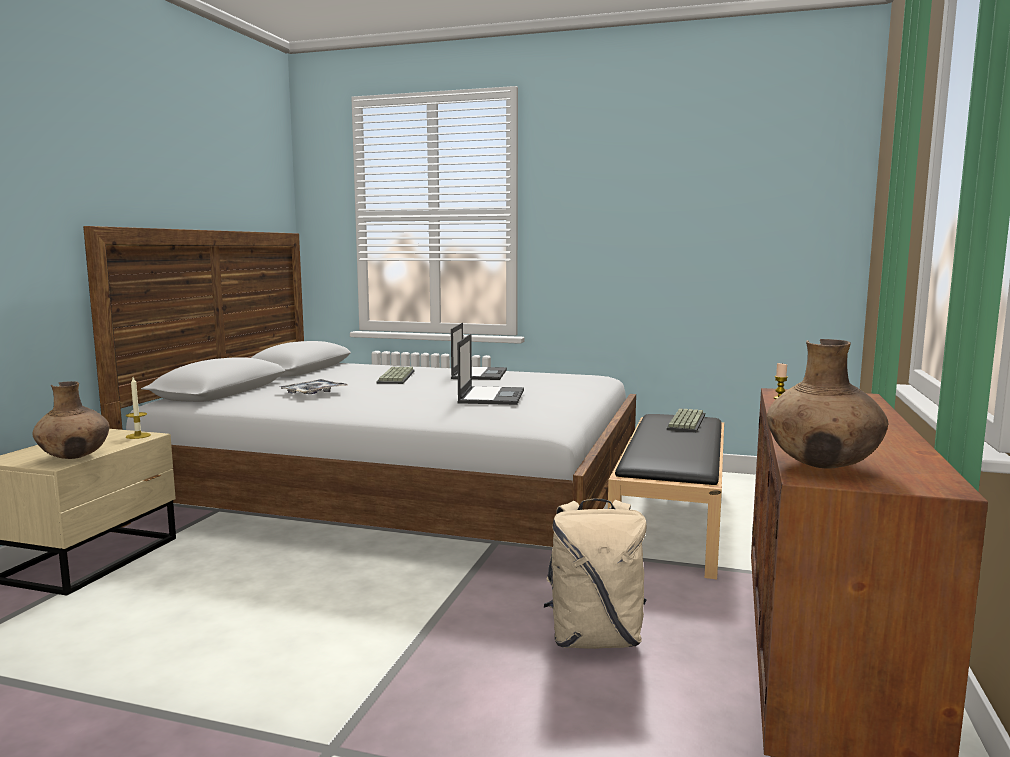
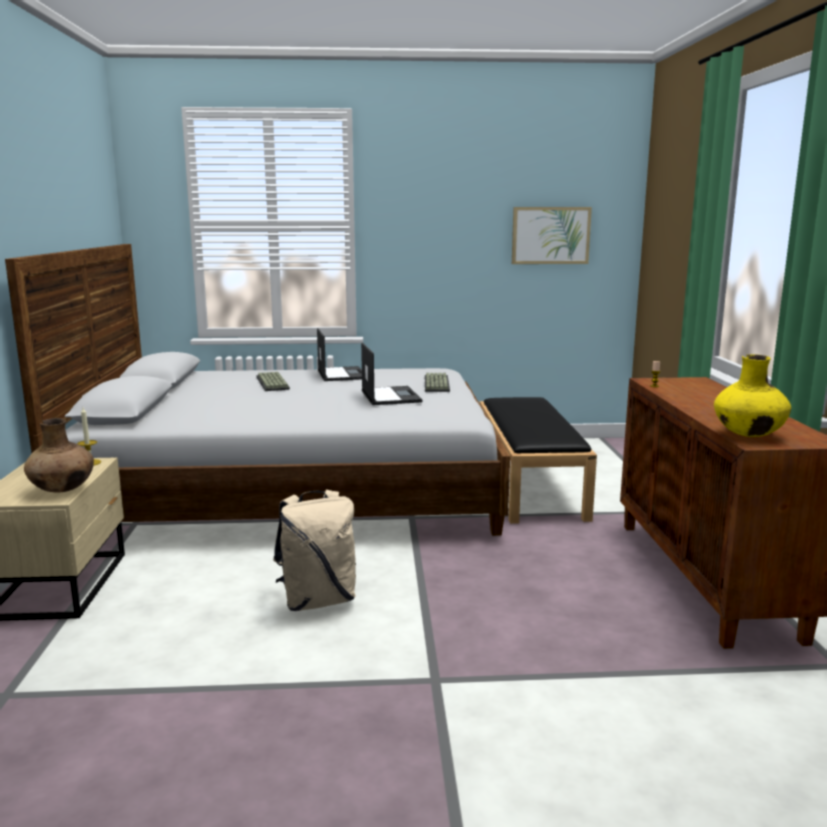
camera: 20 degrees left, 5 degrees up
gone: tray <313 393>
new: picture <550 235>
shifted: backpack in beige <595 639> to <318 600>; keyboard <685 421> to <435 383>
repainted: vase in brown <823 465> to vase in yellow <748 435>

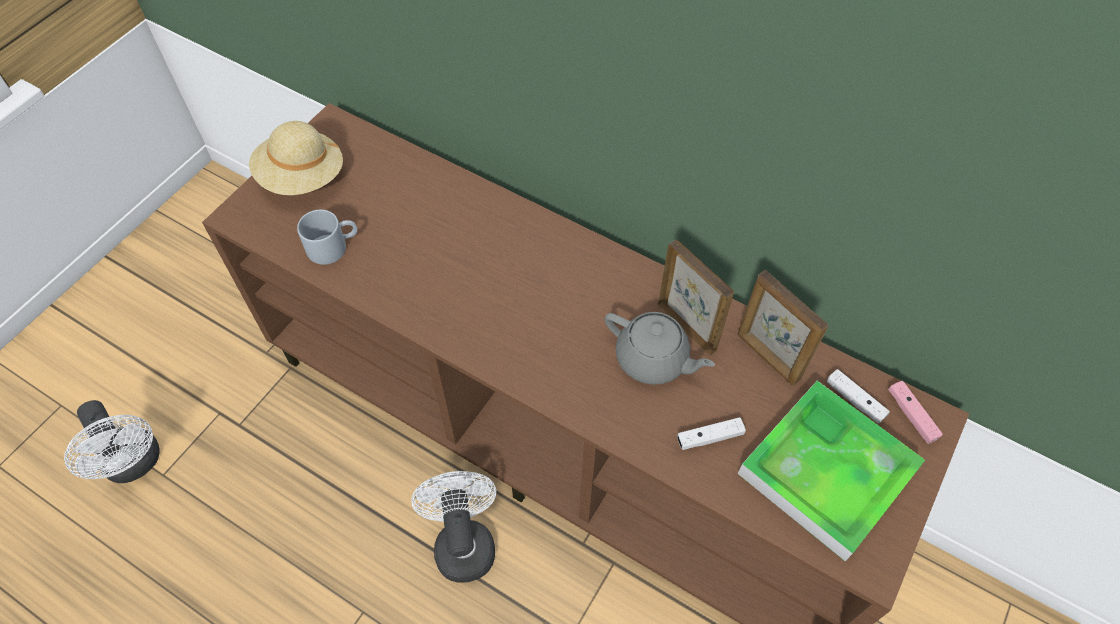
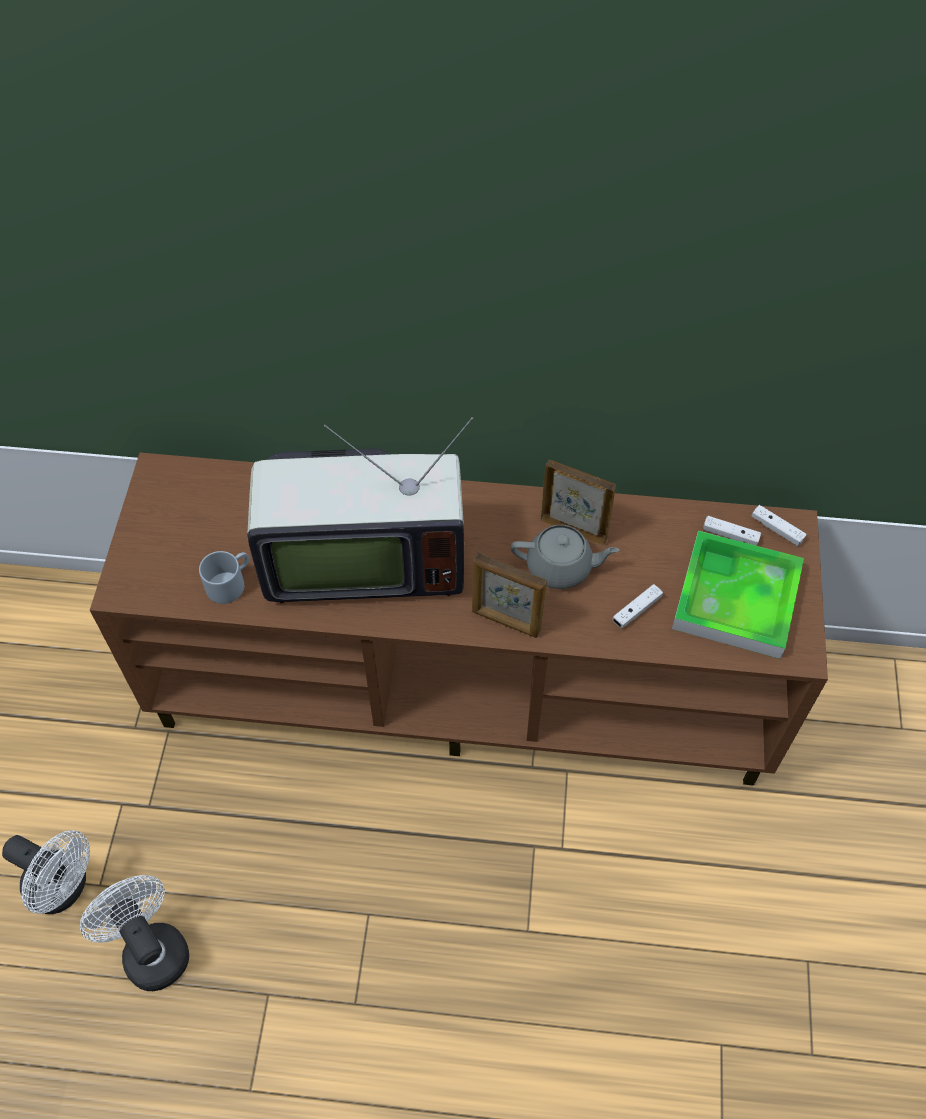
camera: 25 degrees left, 0 degrees up
gone: hat in beige <302 177>
new: television <361 559>
shifted: fan in white <463 541> to <151 948>; picture frame <767 357> to <505 621>
repainted: game controller in pink <911 415> to game controller in white <776 529>

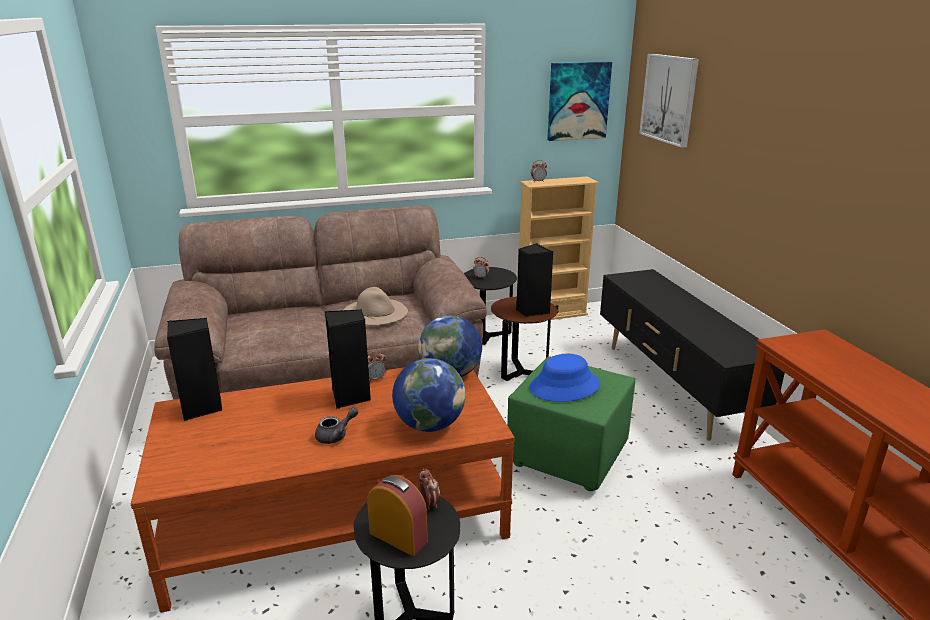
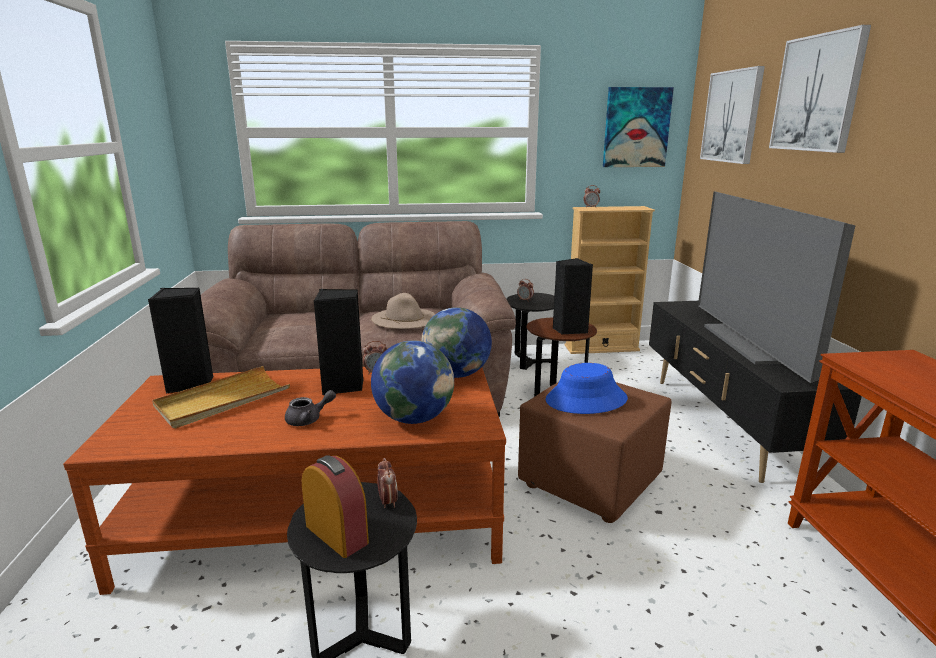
camera: 10 degrees right, 5 degrees down
new: tray in beige <222 400>; television <753 343>; picture <817 93>
repainted: ottoman in green <569 455> to ottoman in brown <591 482>

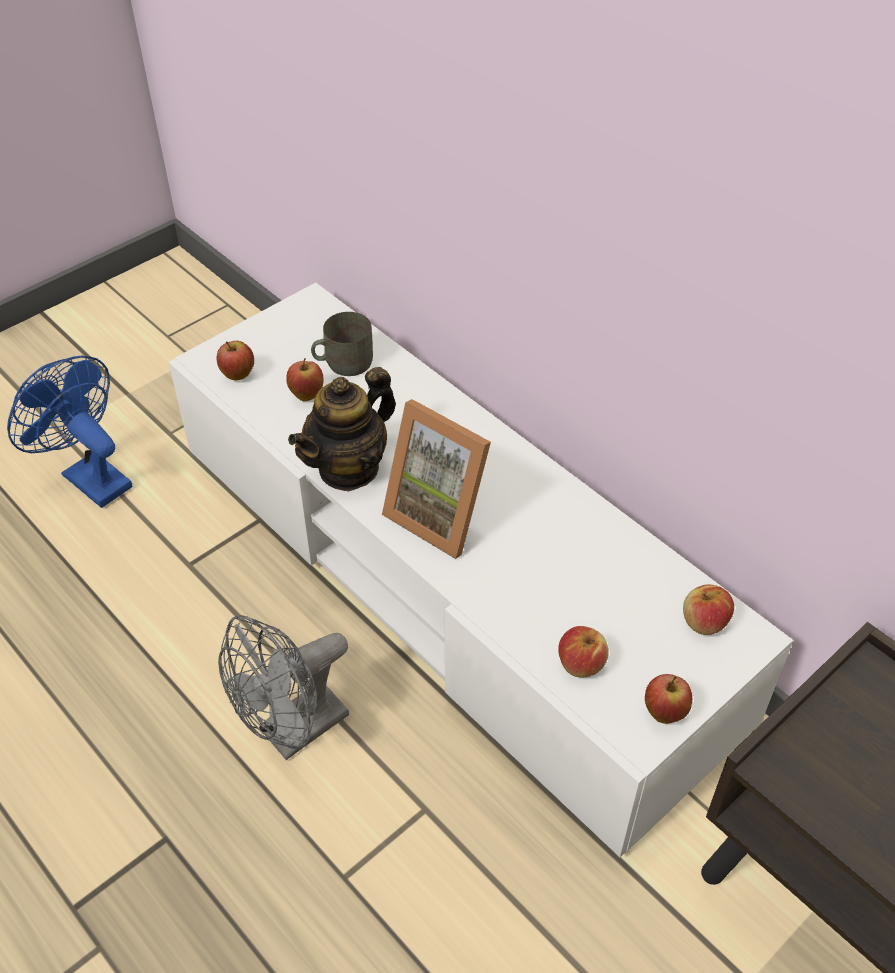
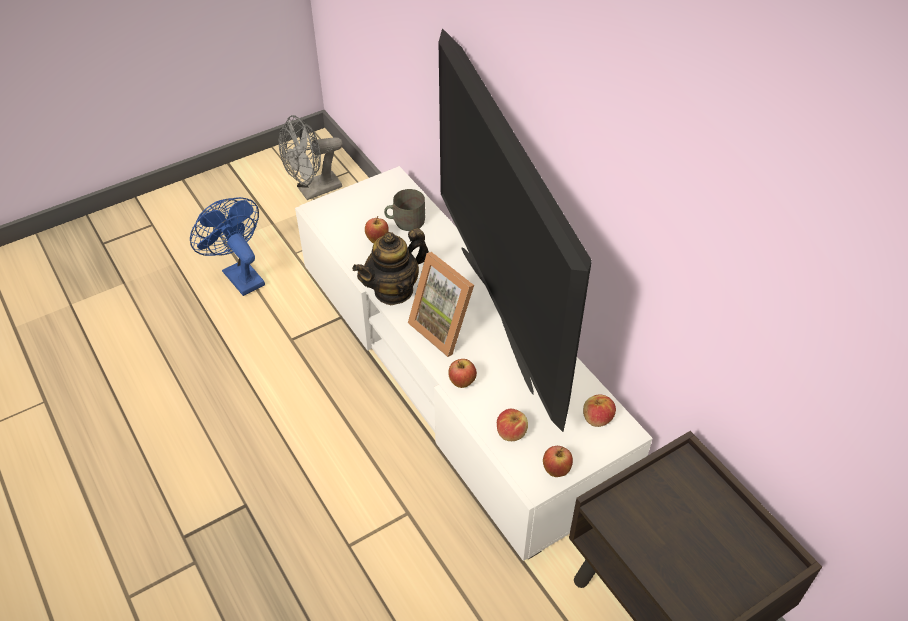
camera: 10 degrees right, 0 degrees up
new: television <498 315>
shifted: fan in grey <293 732> to <313 191>; apple <238 375> to <462 383>

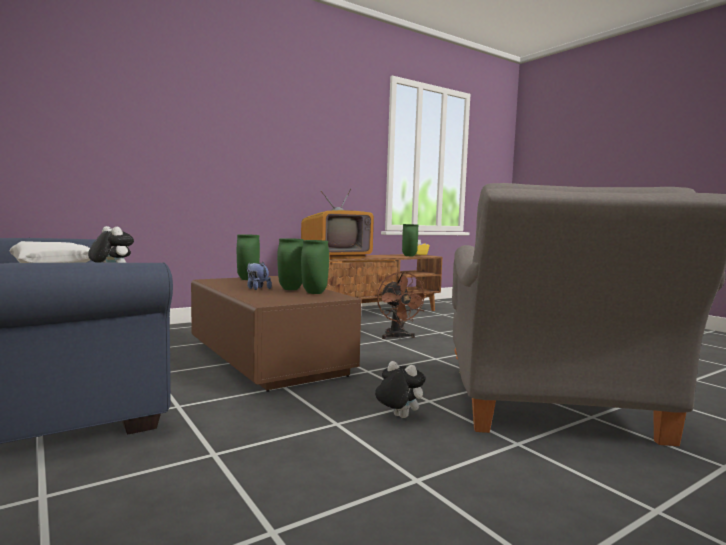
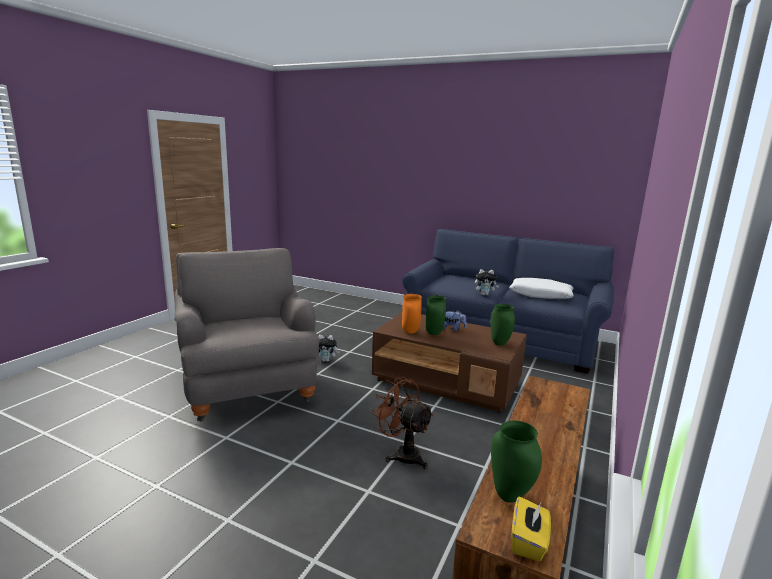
camera: 150 degrees right, 10 degrees up
gone: television <336 257>
repainted: vase in green <315 293> to vase in orange <410 332>

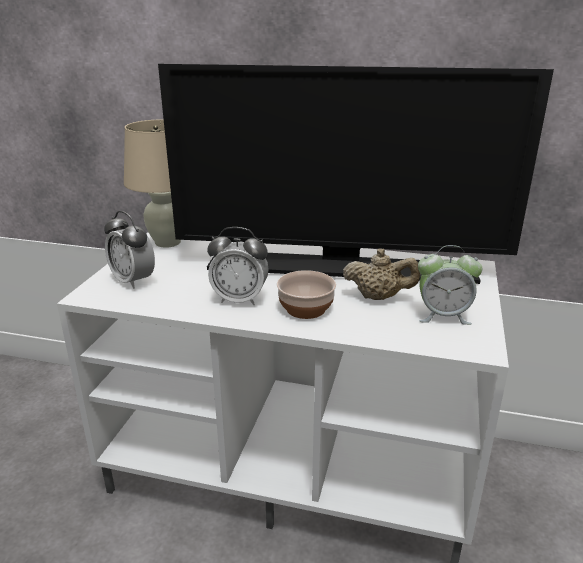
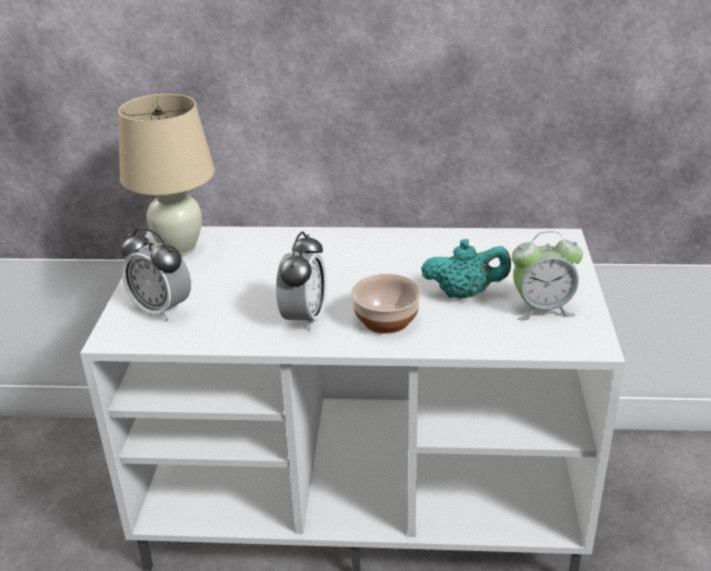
camera: 10 degrees left, 5 degrees up
gone: television <342 267>
repainted: teapot in beige <379 297> to teapot in turquoise <464 294>
rotated: alarm clock <240 299> = <304 318> 75 degrees counterclockwise

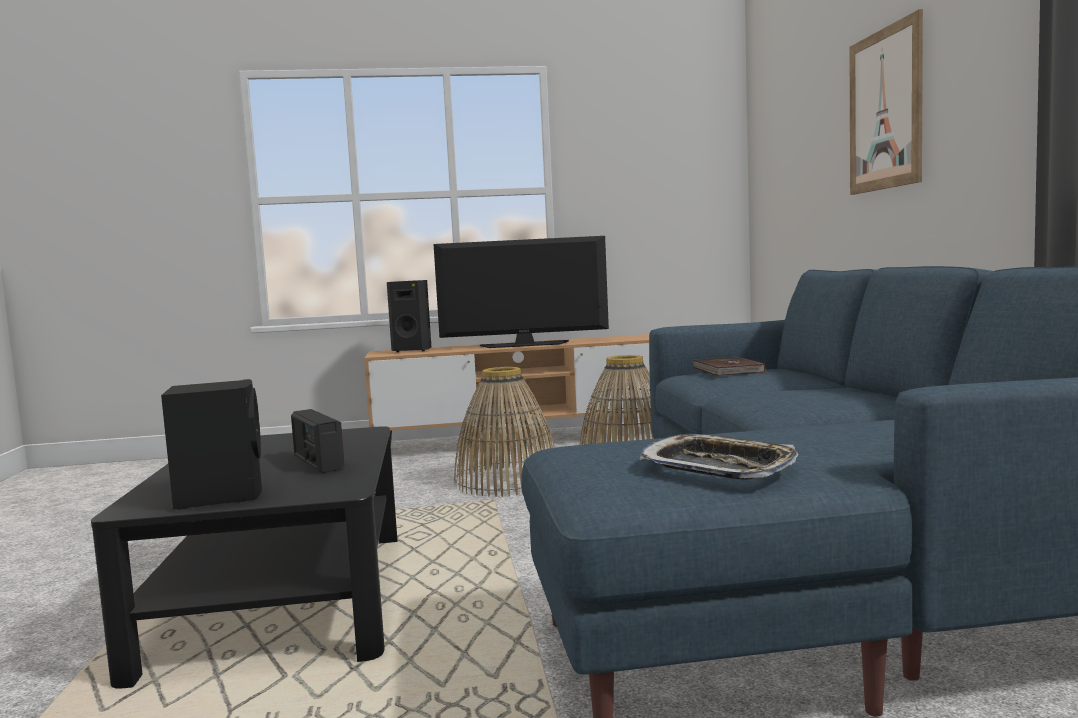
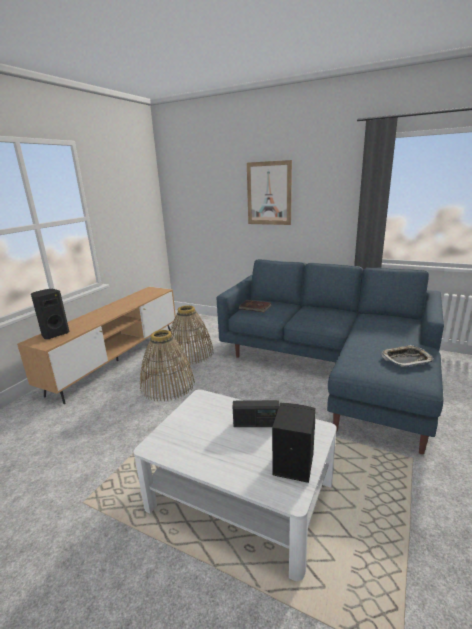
camera: 55 degrees left, 15 degrees up
gone: television <524 345>
repainted: coffee table in black <283 599> to coffee table in white <241 495>

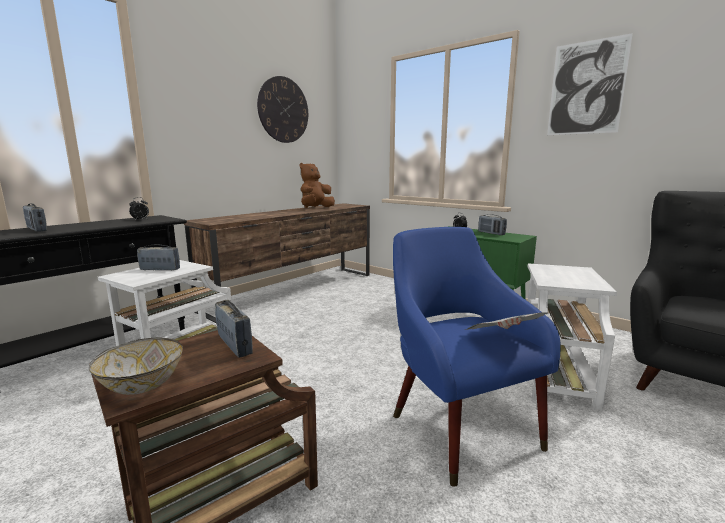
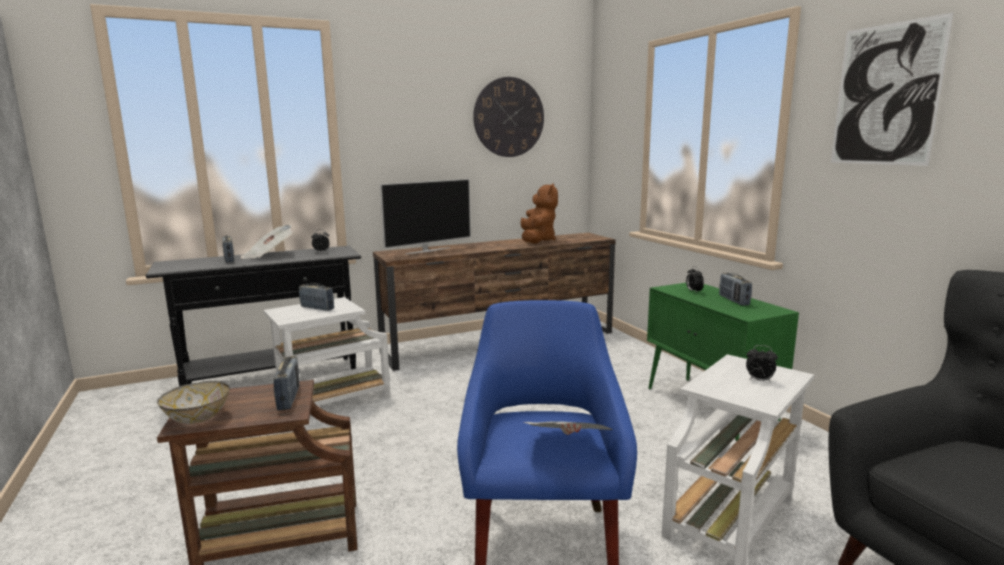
camera: 25 degrees right, 0 degrees up
new: newspaper <268 255>; television <427 250>; alarm clock <759 380>
rotated: plush toy in brown <316 208> = <537 240> 120 degrees clockwise

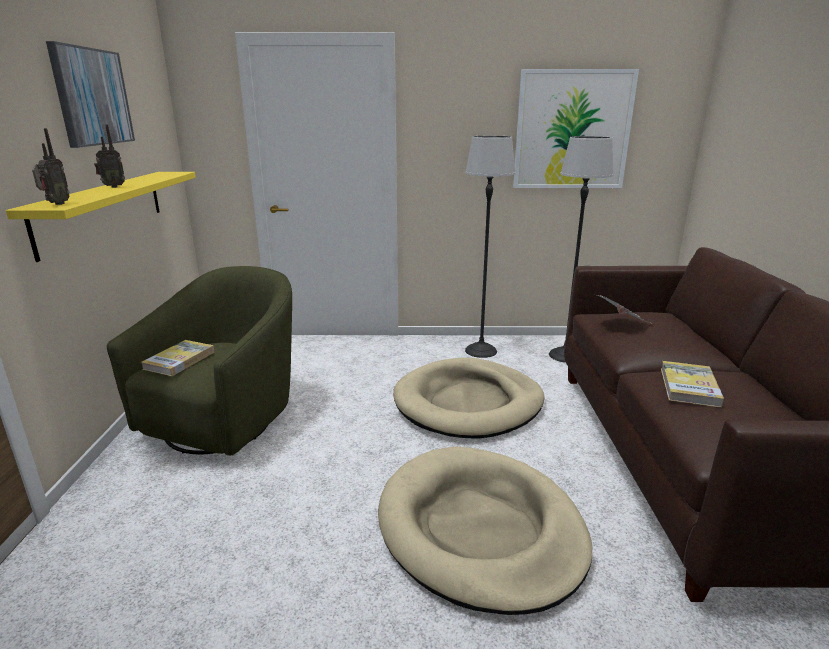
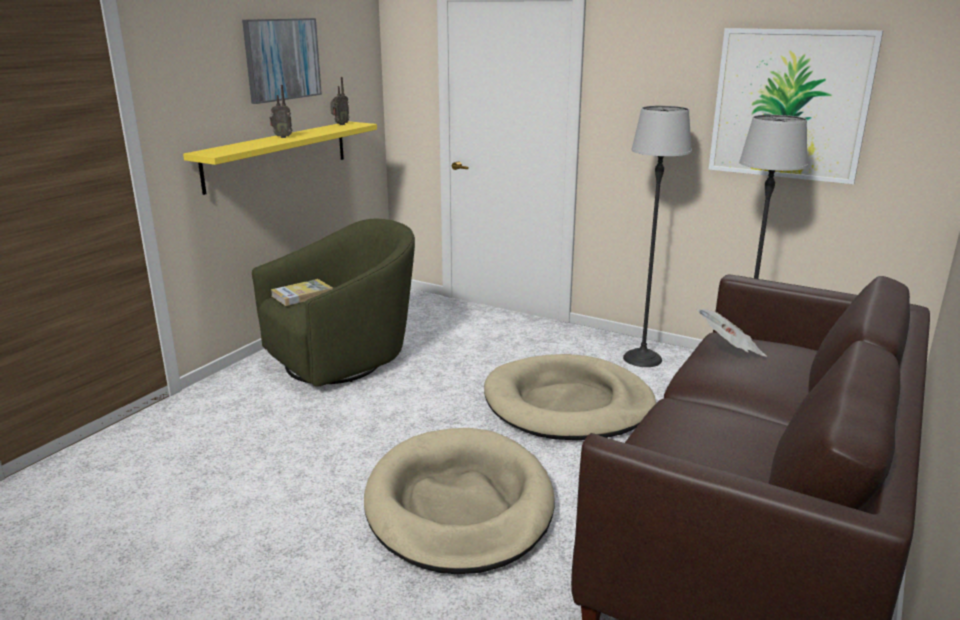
camera: 30 degrees right, 0 degrees up
gone: book <689 386>
shifted: radio <55 204> to <340 124>

